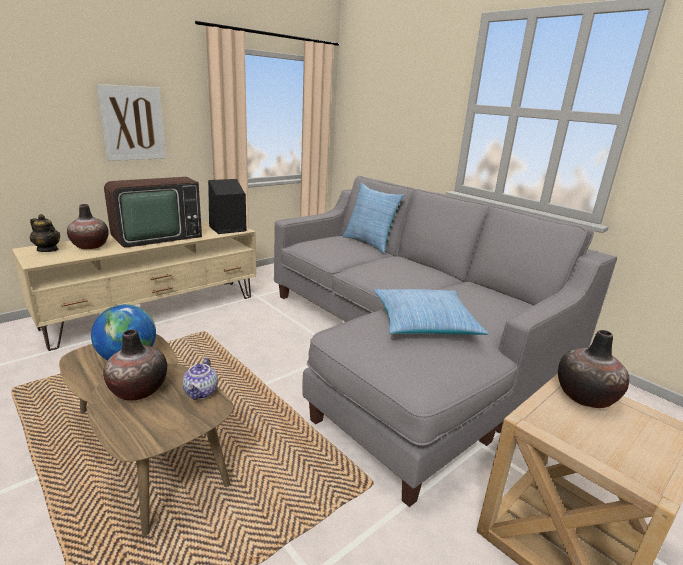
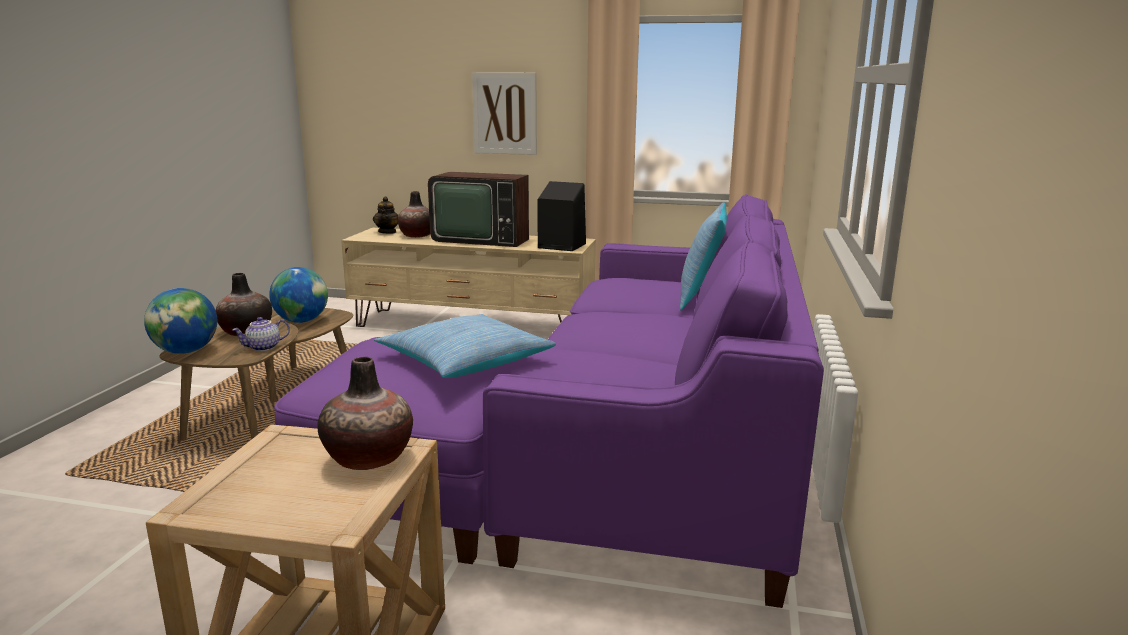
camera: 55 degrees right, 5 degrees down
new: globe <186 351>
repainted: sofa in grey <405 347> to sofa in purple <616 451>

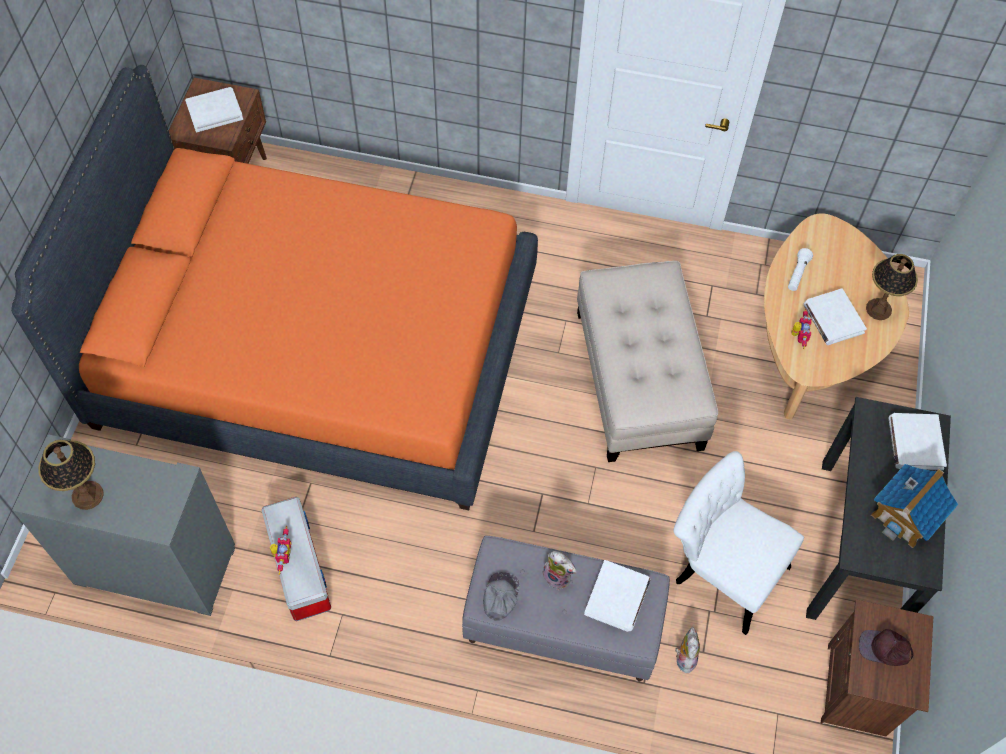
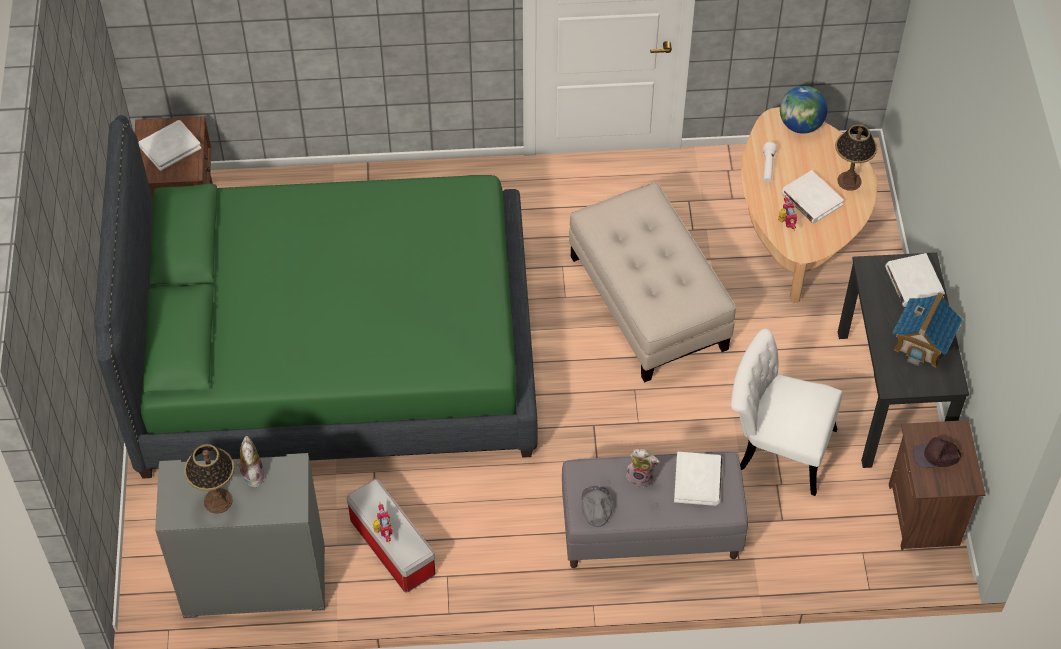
camera: 15 degrees left, 5 degrees down
new: globe <800 125>
shifted: plush toy <684 658> to <252 474>
repainted: bed in orange <316 351> to bed in green <334 353>

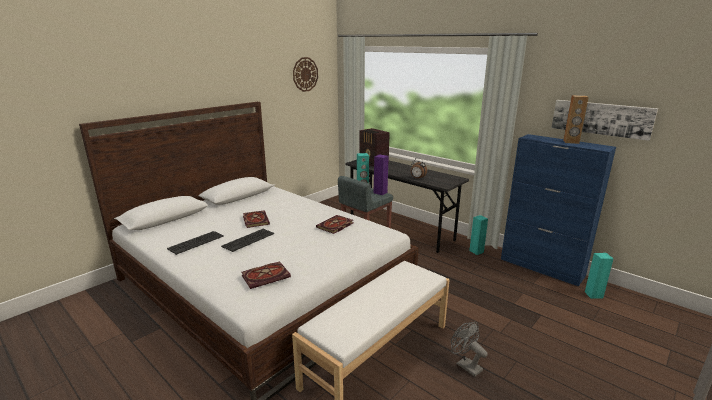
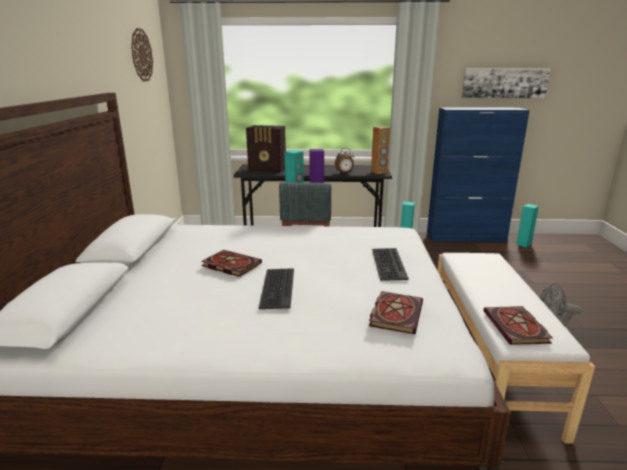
camera: 40 degrees left, 0 degrees up
shifted: speaker in brown <571 142> to <379 172>; keyboard <196 242> to <388 264>; book <335 226> to <517 328>

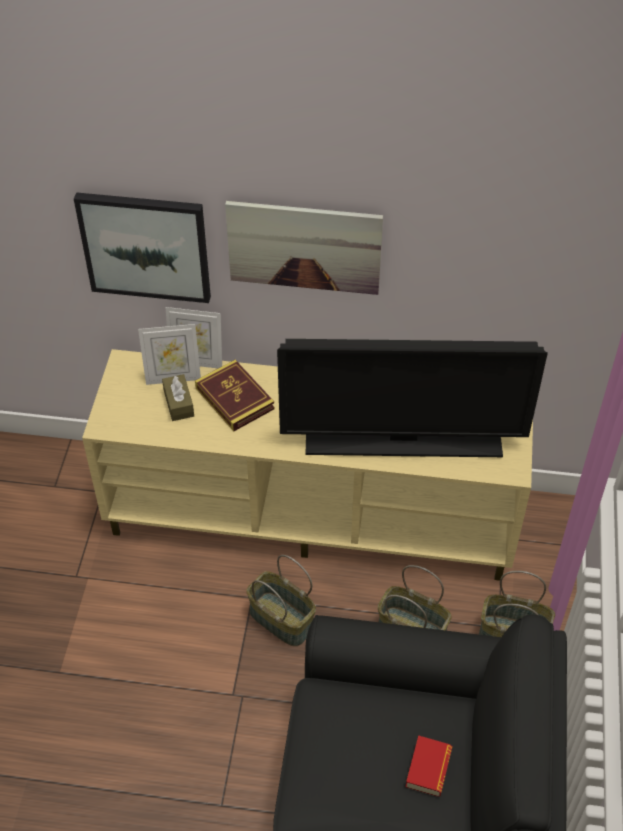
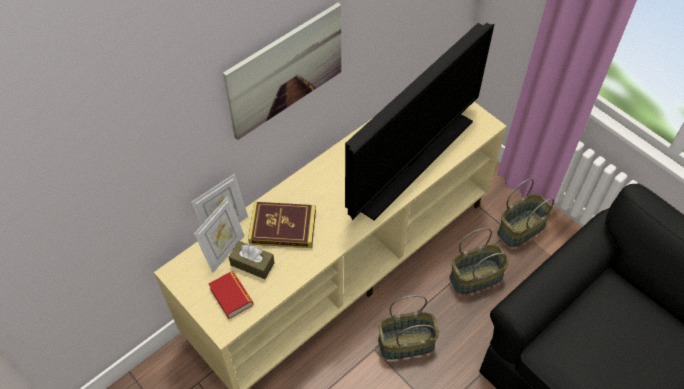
camera: 50 degrees left, 5 degrees up
gone: picture <145 246>
shifted: book <428 768> to <231 296>

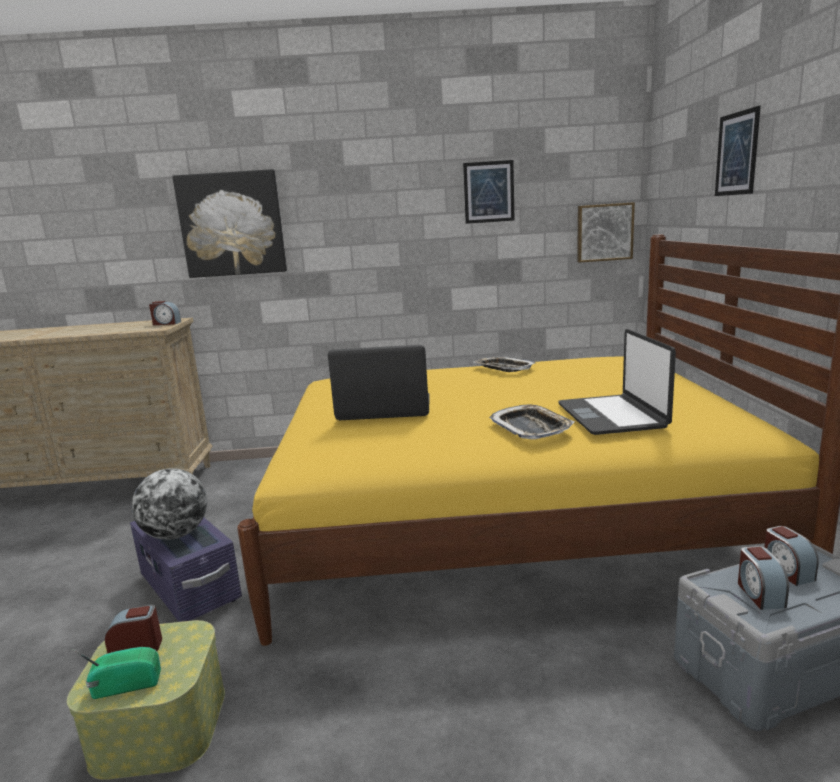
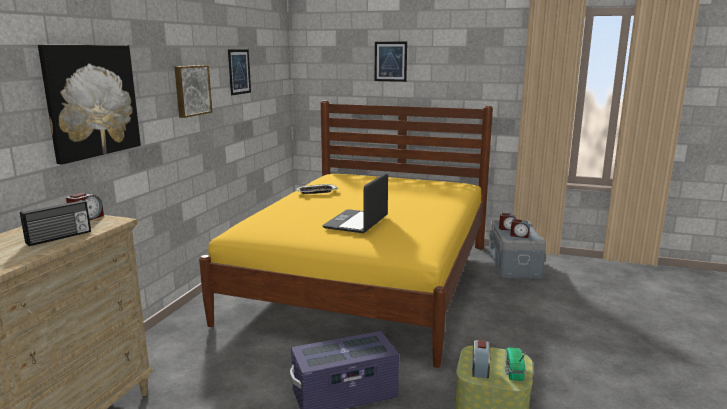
camera: 70 degrees left, 0 degrees up
gone: globe <176 534>; tray <531 428>; laptop <612 416>
new: radio <59 237>
shifted: picture <604 232> to <191 90>

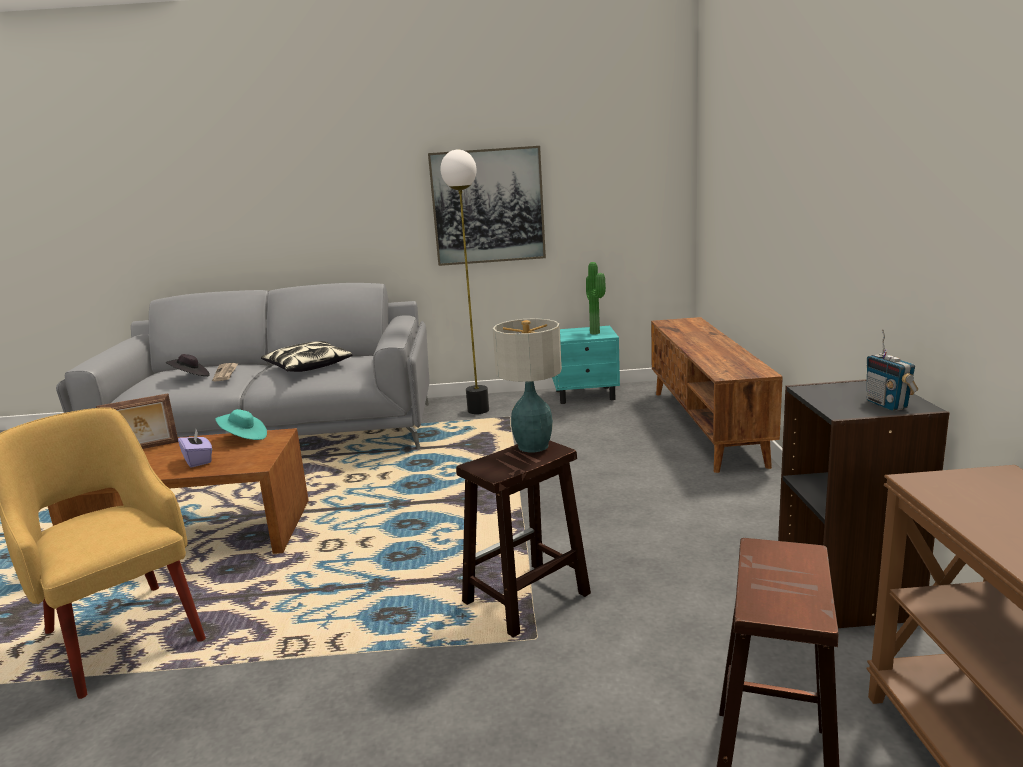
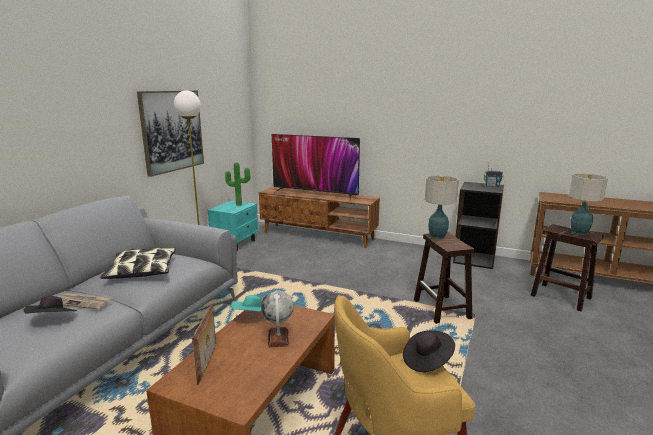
camera: 65 degrees left, 0 degrees up
new: television <315 194>; hat in black <427 361>; table lamp <579 232>
swapped: tissue box in purple <198 460> to globe <278 338>

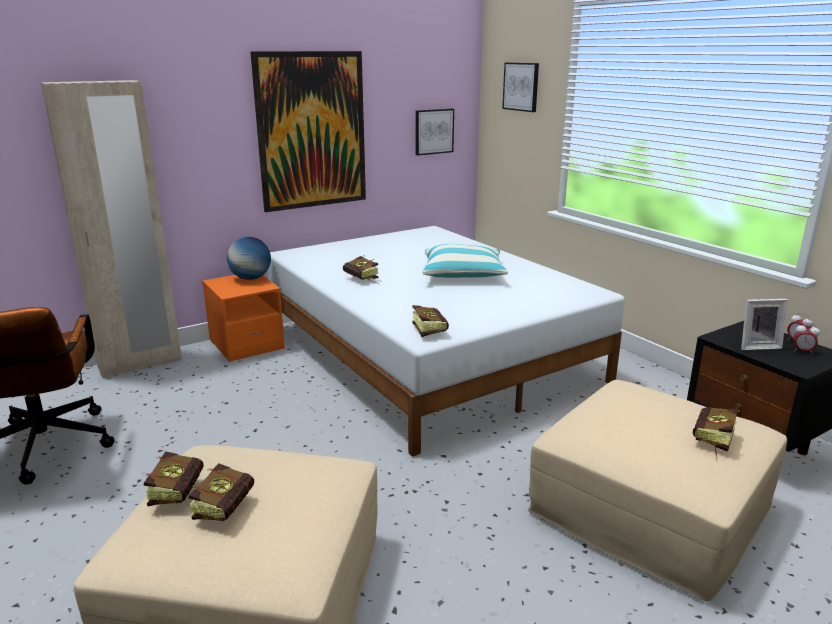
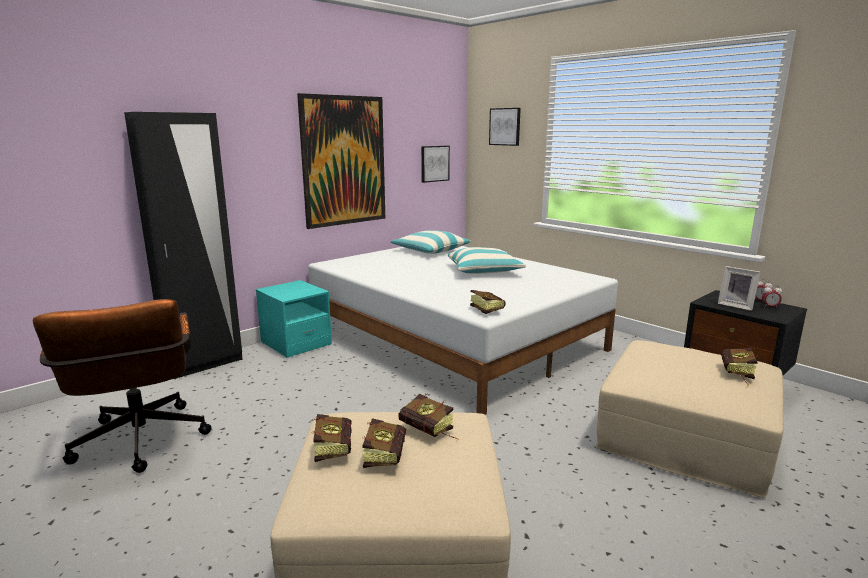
camera: 10 degrees left, 5 degrees down
gone: globe <251 278>
new: pillow <430 250>
shifted: book <363 280> to <430 433>
repainted: wardrobe in beige <140 363> to wardrobe in black <204 365>; nightstand in orange <246 345> to nightstand in turquoise <296 344>
rotated: picture frame <757 346> = <736 305> 60 degrees clockwise

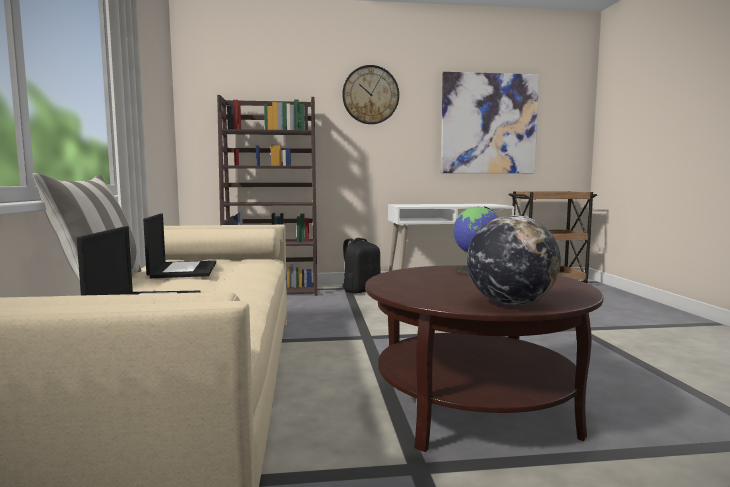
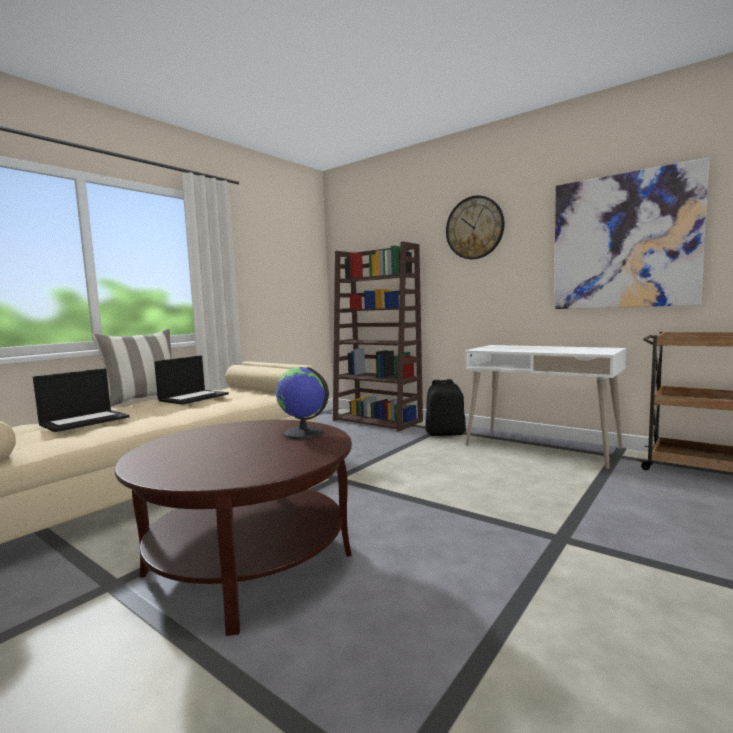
camera: 45 degrees right, 0 degrees up
gone: globe <510 303>

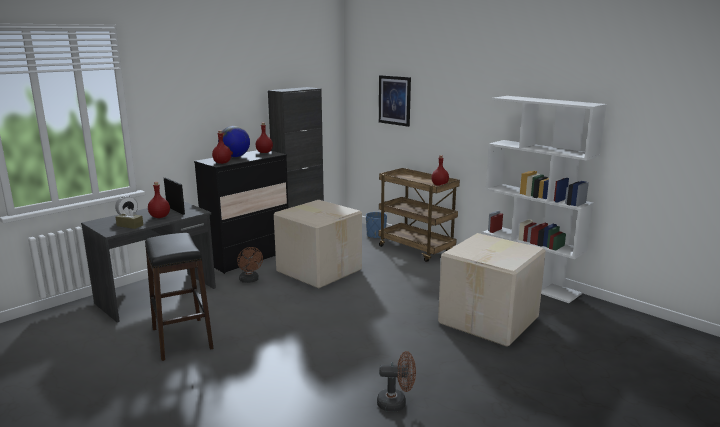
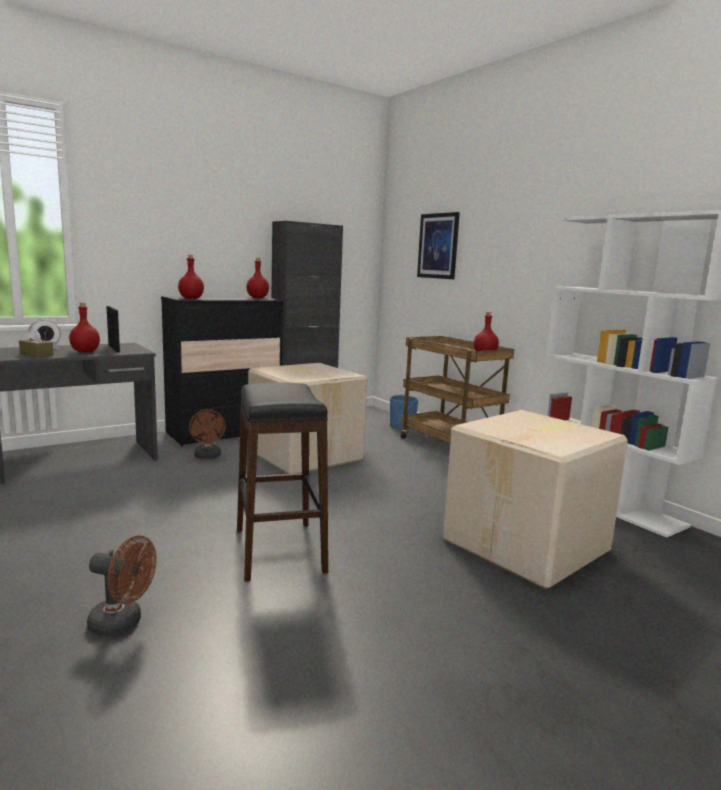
camera: 10 degrees right, 5 degrees down
gone: globe <235 157>
shifted: fan in brown <396 403> to <123 623>; stool in black <182 338> to <279 550>

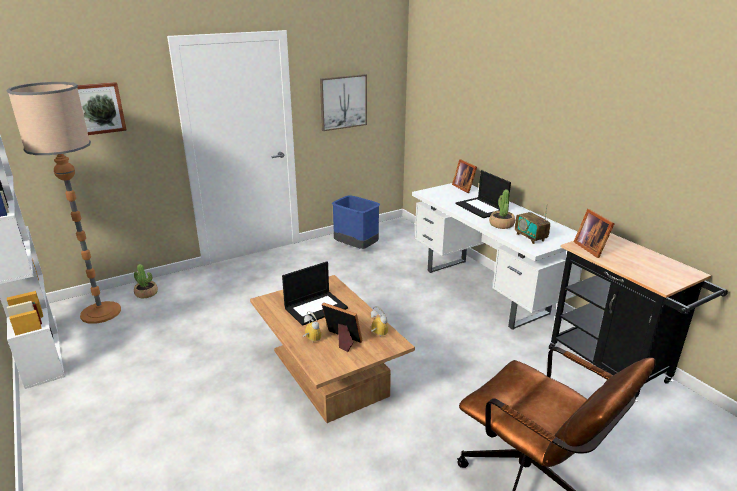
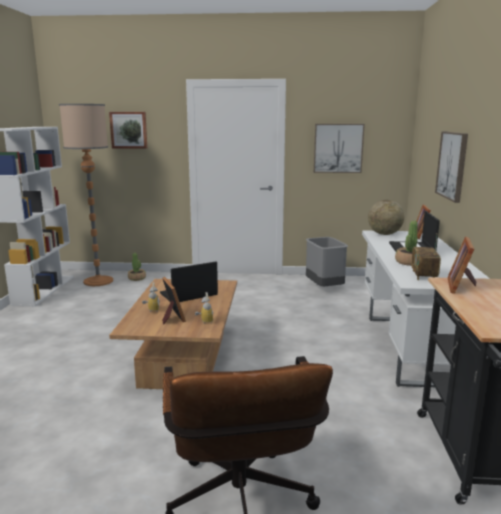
camera: 35 degrees right, 10 degrees down
new: globe <384 234>; picture <452 165>
repainted: trash can in blue <356 248> to trash can in grey <324 288>
rotated: laptop <316 307> = <188 294> 150 degrees clockwise

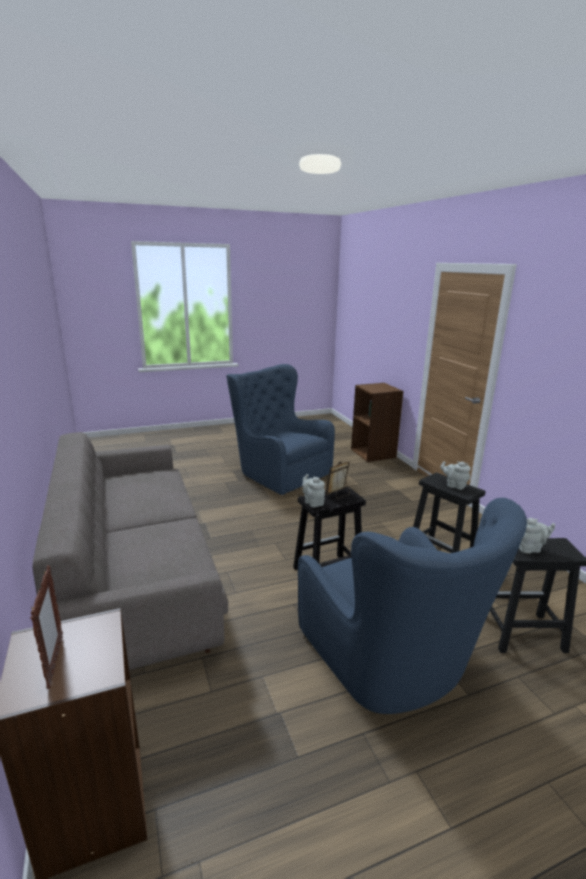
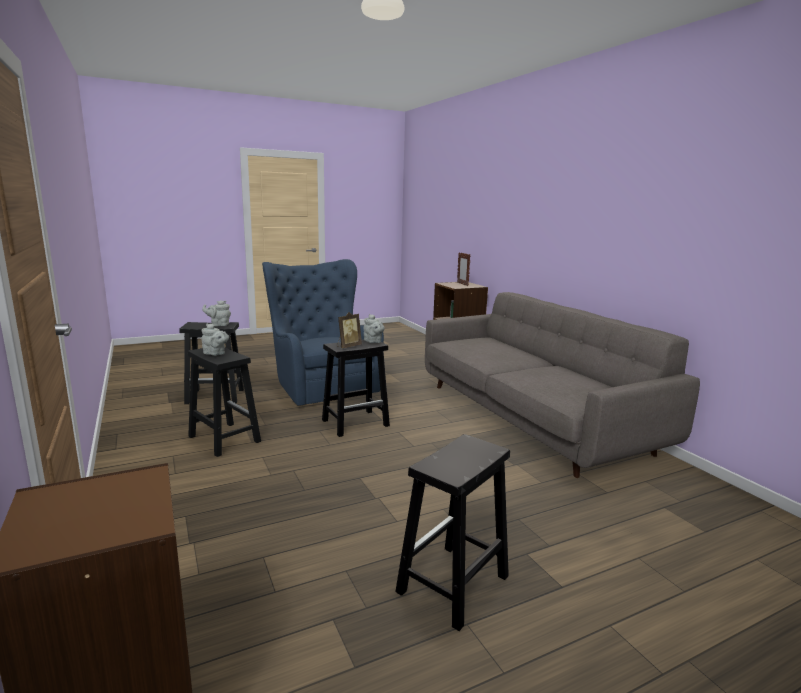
camera: 175 degrees right, 5 degrees down
swapped: armchair in blue <277 473> to stool in black <452 585>

